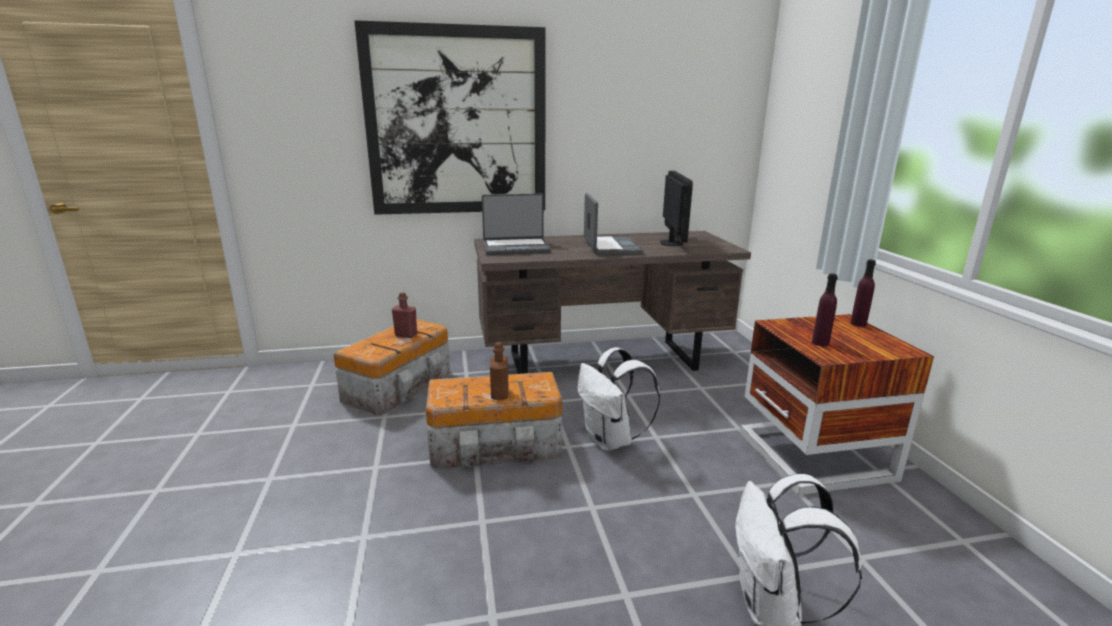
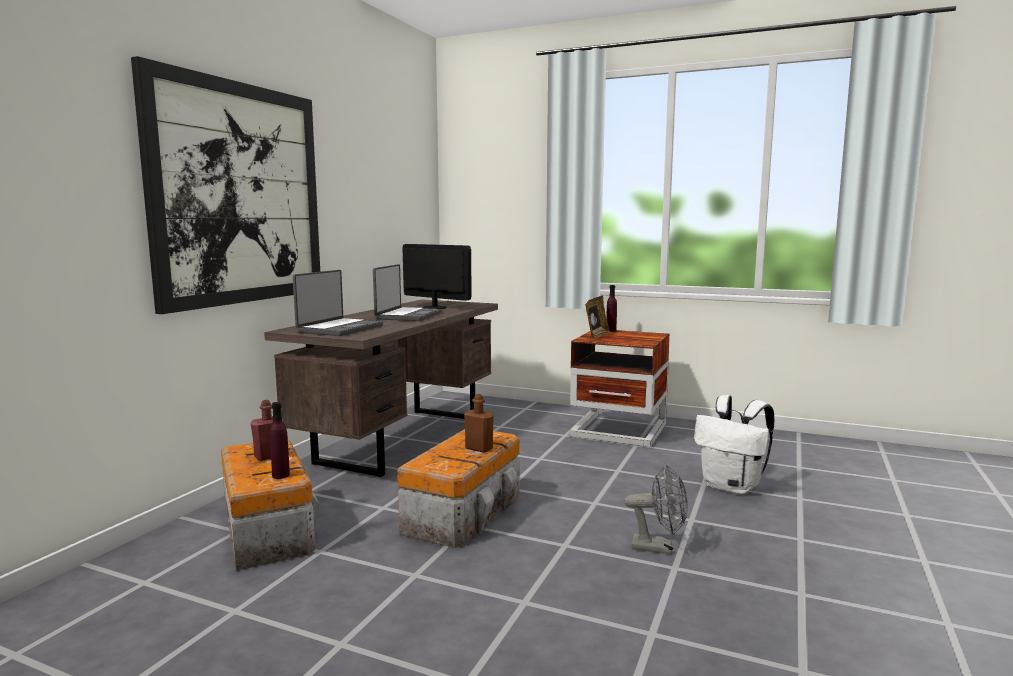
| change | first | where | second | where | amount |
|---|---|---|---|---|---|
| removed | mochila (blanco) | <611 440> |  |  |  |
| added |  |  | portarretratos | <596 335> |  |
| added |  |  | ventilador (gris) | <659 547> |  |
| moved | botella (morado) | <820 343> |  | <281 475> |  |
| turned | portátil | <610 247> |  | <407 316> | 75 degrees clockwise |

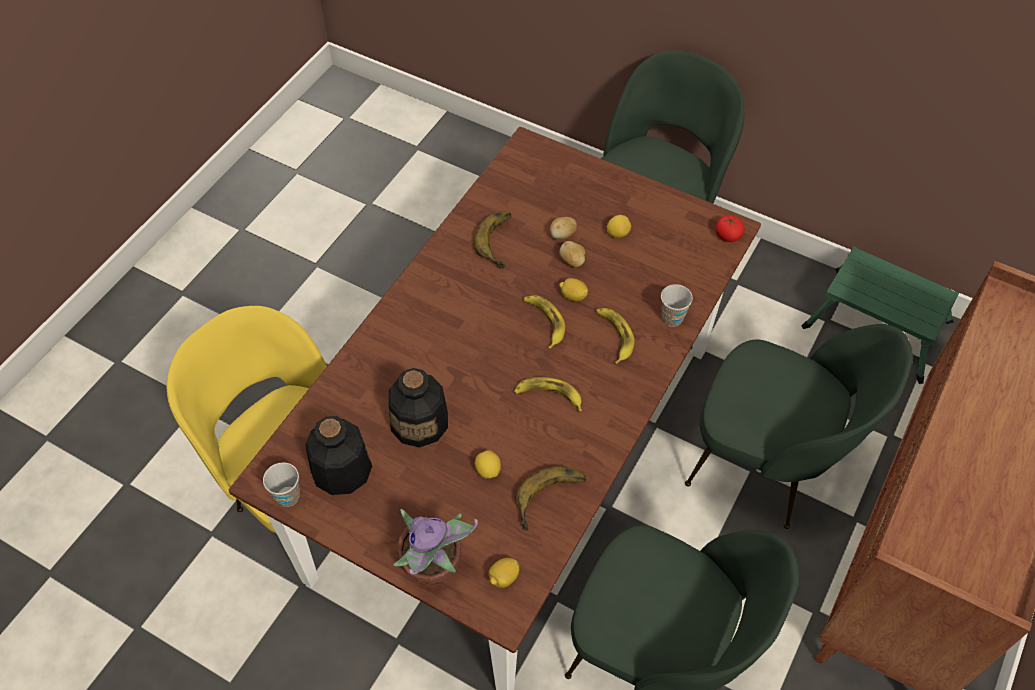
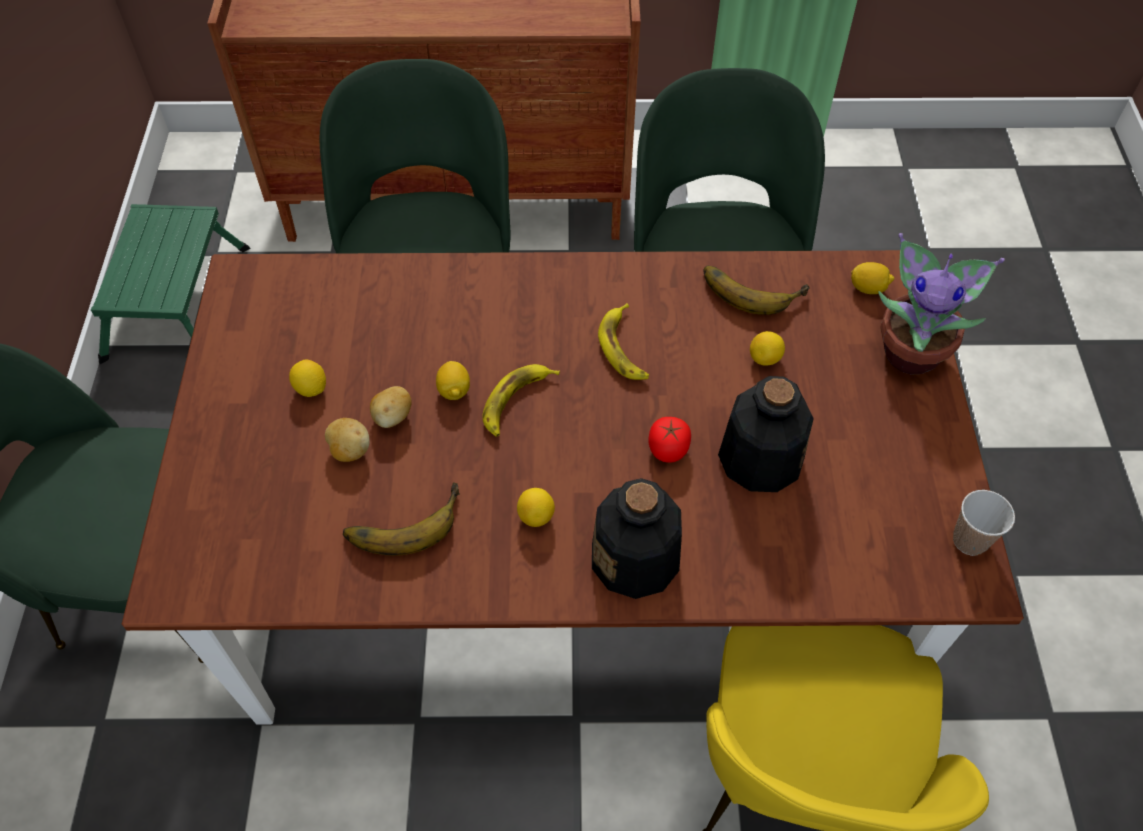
| change | first | where | second | where | amount |
|---|---|---|---|---|---|
| removed | plátano | <614 336> |  |  |  |
| removed | taza | <672 318> |  |  |  |
| added |  |  | limón | <536 516> |  |
| moved | botella | <341 469> |  | <636 559> |  |
| moved | tomate | <727 236> |  | <668 449> |  |

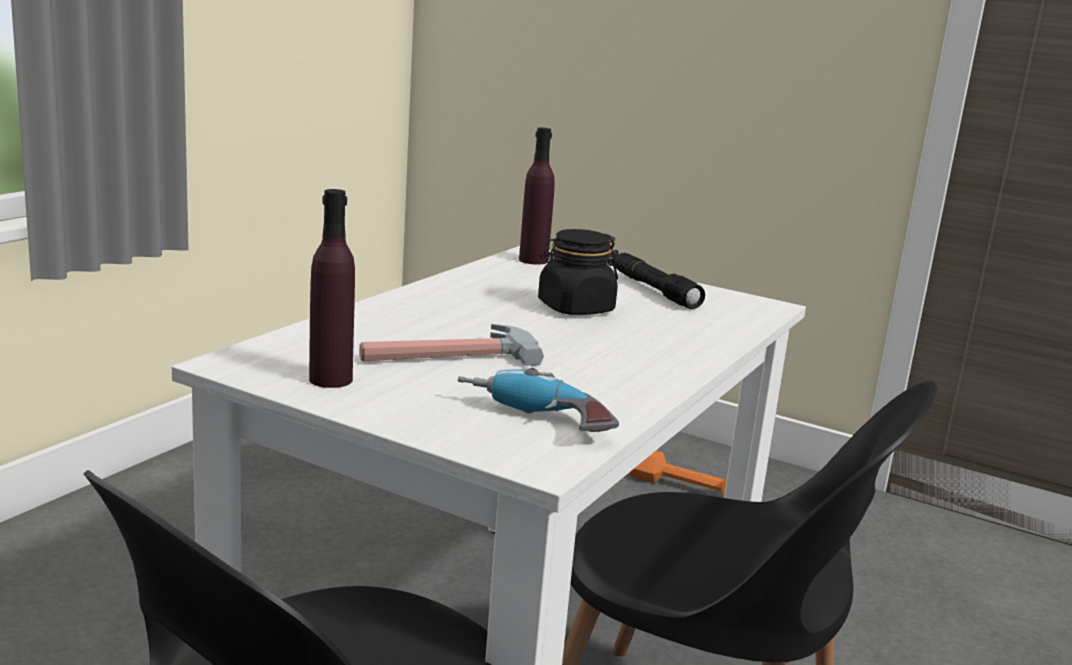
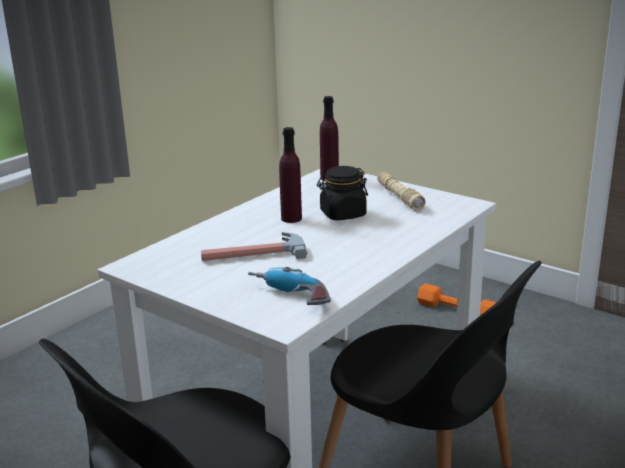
| change | first | where | second | where | amount |
|---|---|---|---|---|---|
| moved | botella (morado) | <330 379> |  | <291 218> |  |
| recoloured | linterna (negro) | <654 290> | linterna (beis) | <399 197> |  |

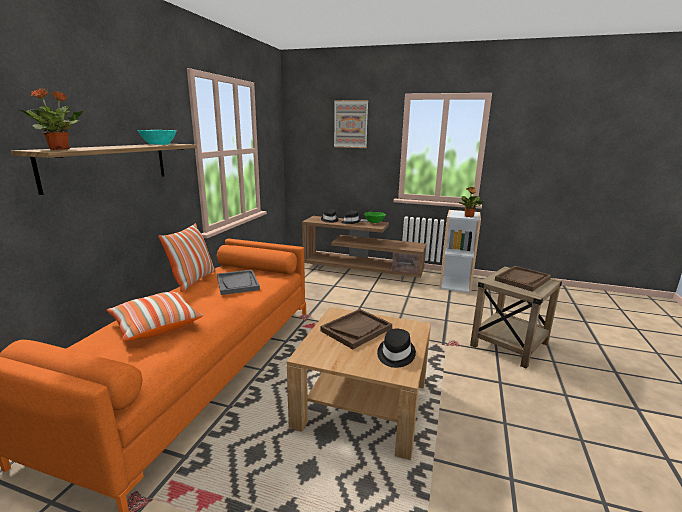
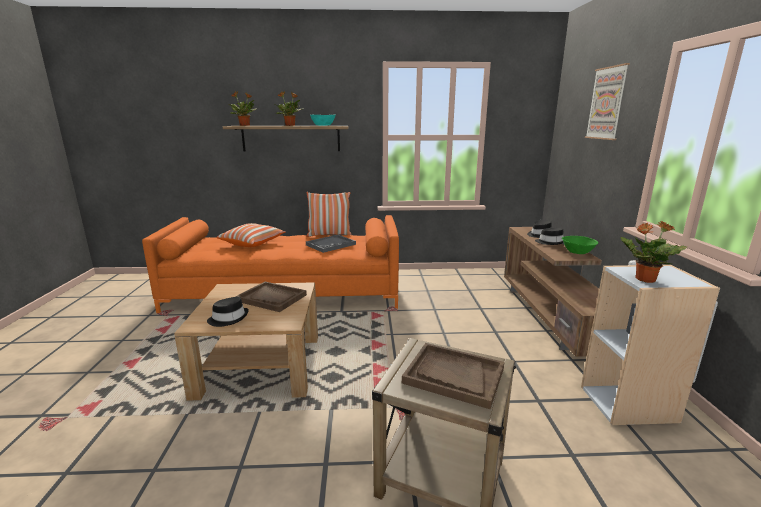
| change | first | where | second | where | amount |
|---|---|---|---|---|---|
| added |  |  | planta en maceta | <290 125> |  |

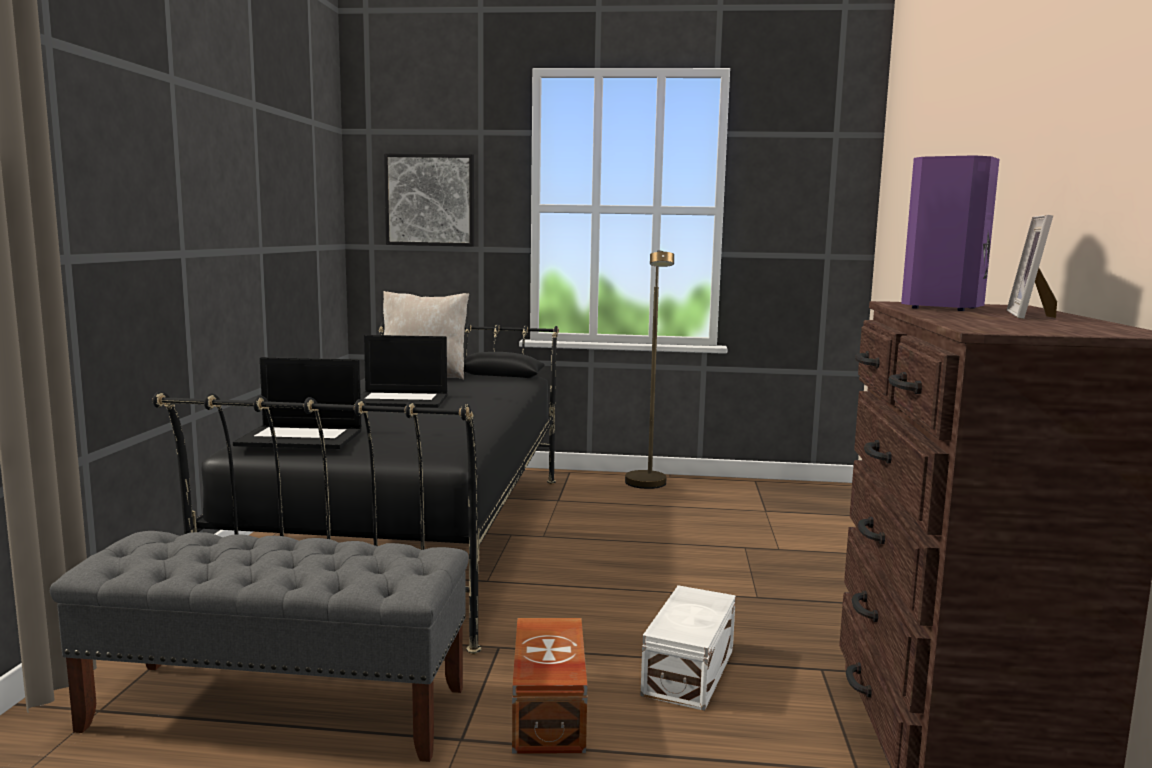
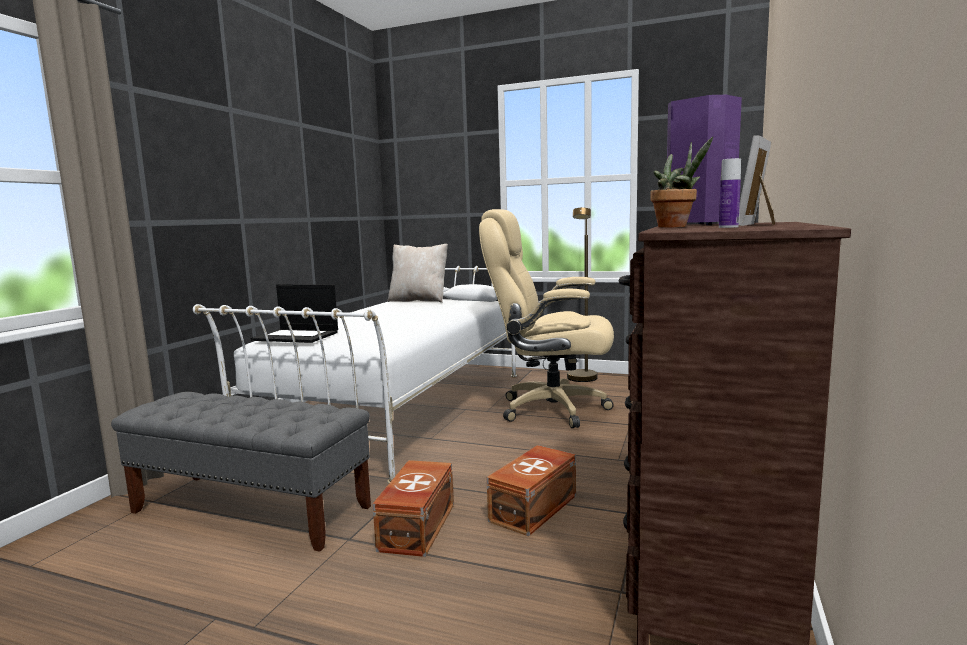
| change | first | where | second | where | amount |
|---|---|---|---|---|---|
| removed | portátil | <402 400> |  |  |  |
| removed | cuadro | <430 200> |  |  |  |
| added |  |  | silla de oficina (beis) | <550 409> |  |
| added |  |  | planta en maceta | <676 227> |  |
| added |  |  | botella | <728 227> |  |
| recoloured | cama (negro) | <414 540> | cama (blanco) | <399 410> |  |
| recoloured | caja de almacenaje (blanco) | <691 671> | caja de almacenaje (marrón) | <535 508> |  |

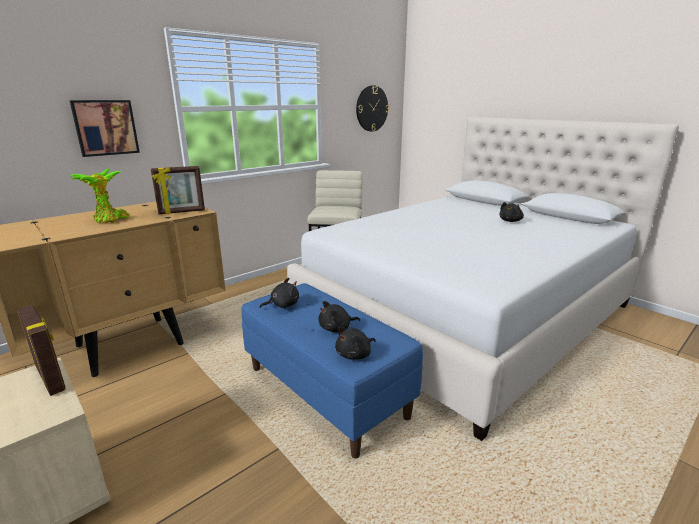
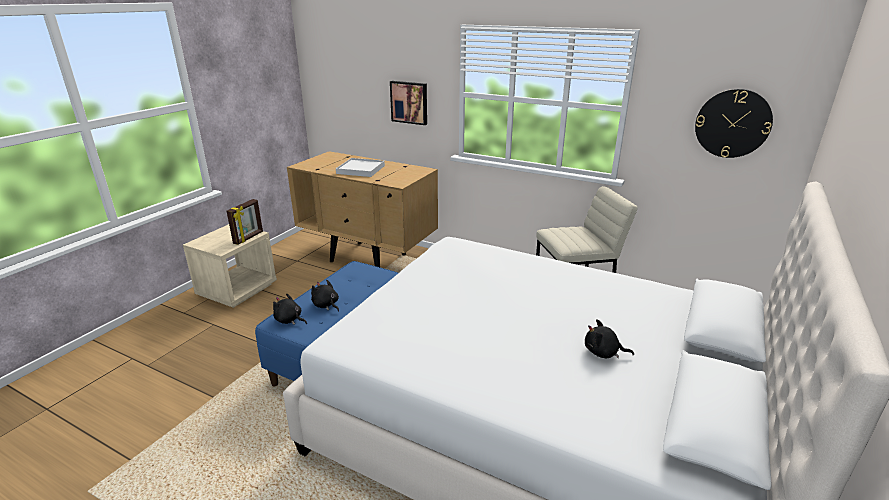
| change | first | where | second | where | amount |
|---|---|---|---|---|---|
| removed | portarretratos | <182 212> |  |  |  |
| removed | peluche (negro) | <283 305> |  |  |  |
| replaced | planta en maceta | <110 220> | bandeja (blanco) | <361 170> |  |

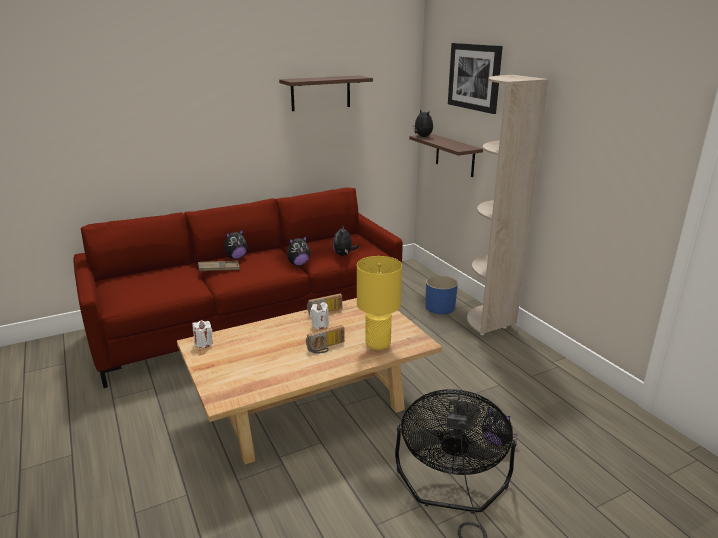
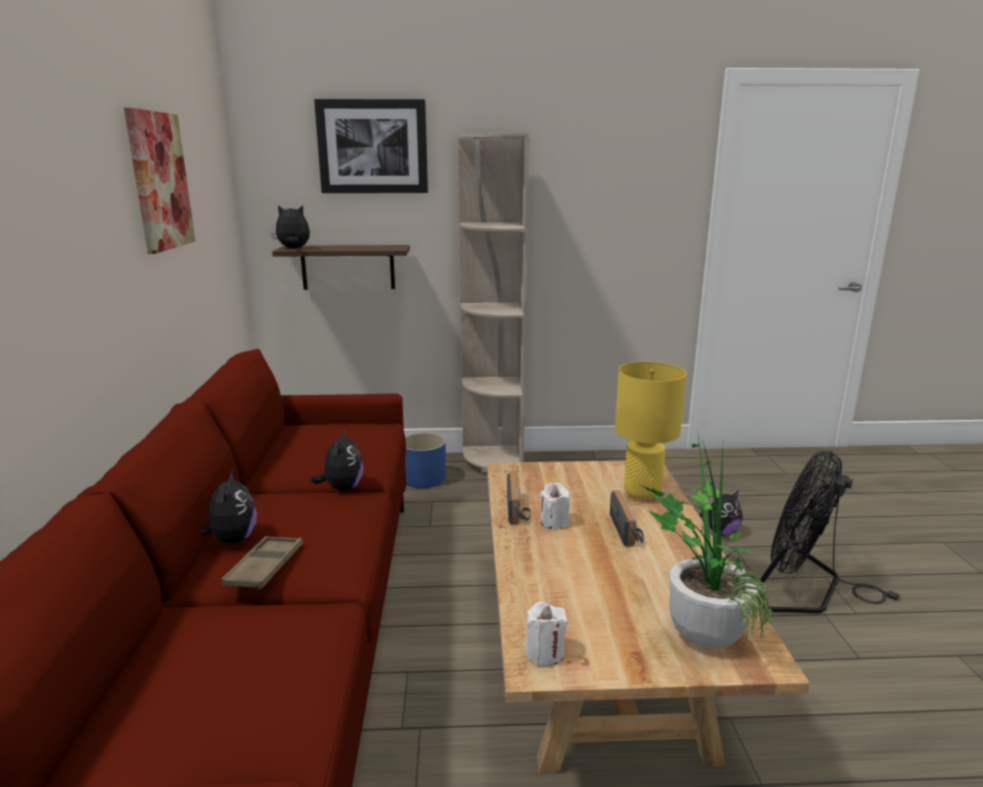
| change | first | where | second | where | amount |
|---|---|---|---|---|---|
| removed | peluche | <344 254> |  |  |  |
| added |  |  | planta en maceta | <698 625> |  |
| replaced | estante | <320 93> | cuadro | <159 181> |  |

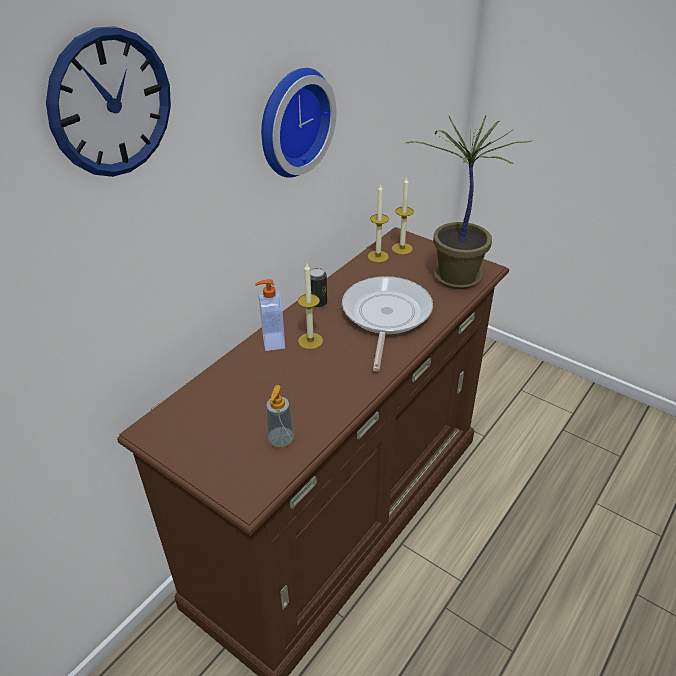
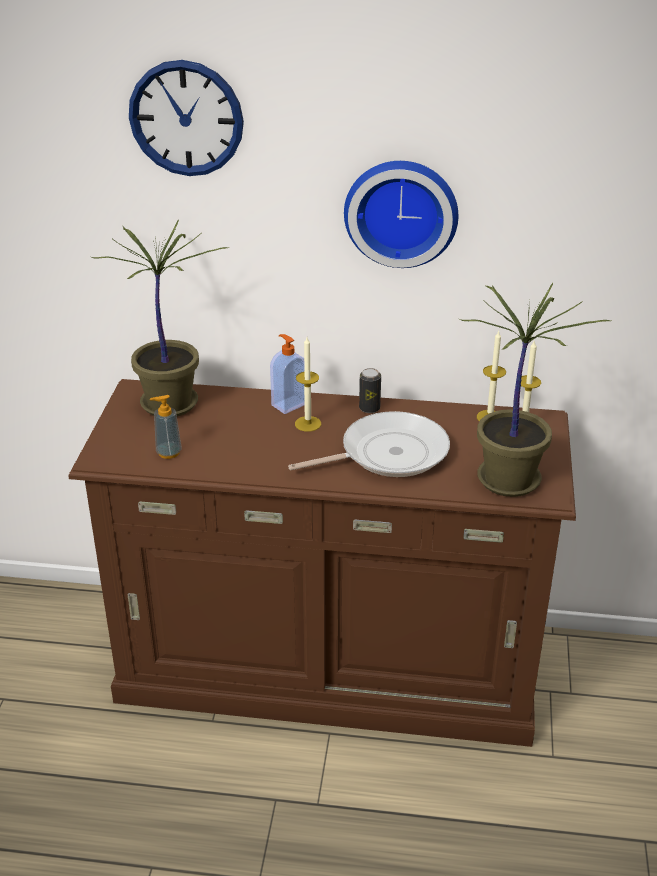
| change | first | where | second | where | amount |
|---|---|---|---|---|---|
| added |  |  | planta en maceta | <169 403> |  |

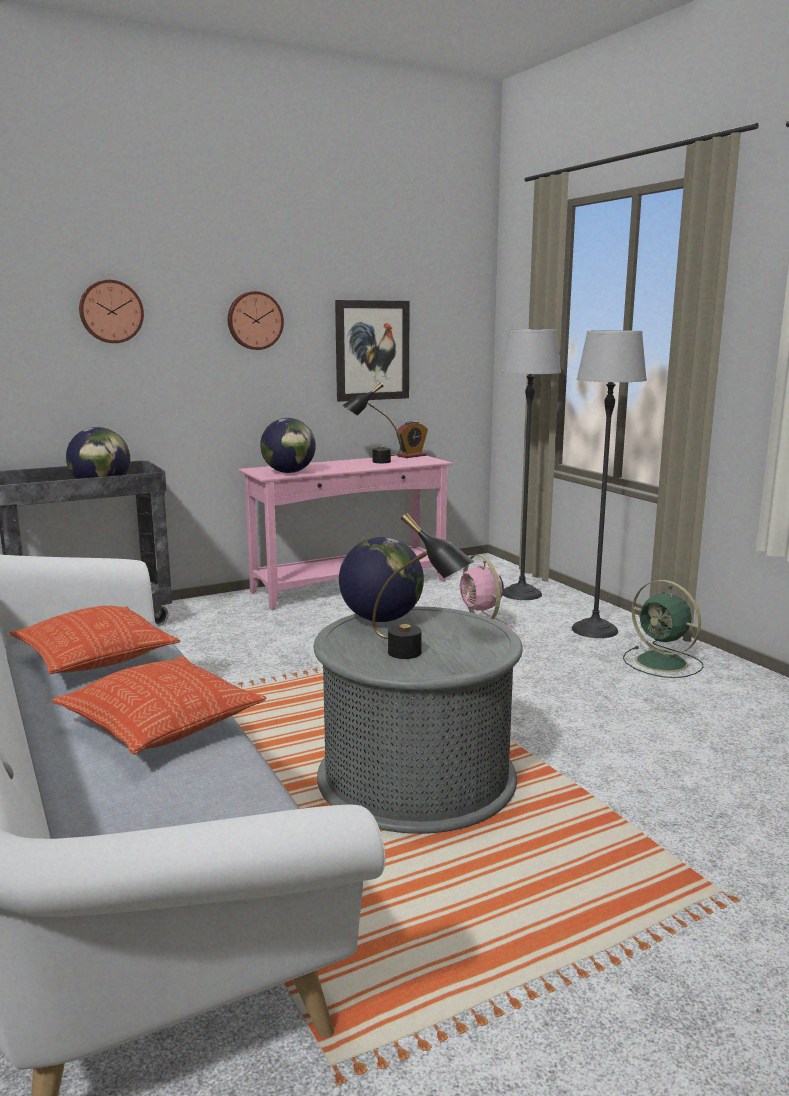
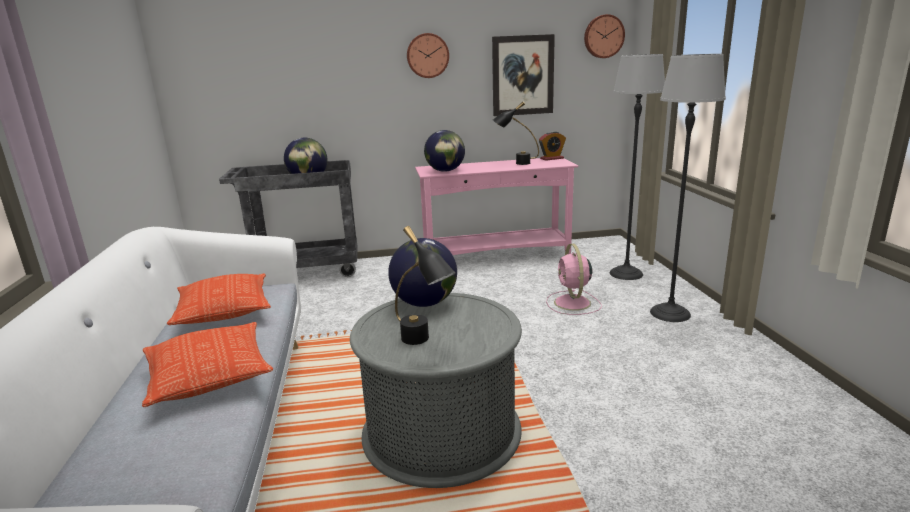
| change | first | where | second | where | amount |
|---|---|---|---|---|---|
| removed | ventilador (verde) | <663 663> |  |  |  |
| moved | reloj de pared | <111 311> |  | <603 36> |  |

